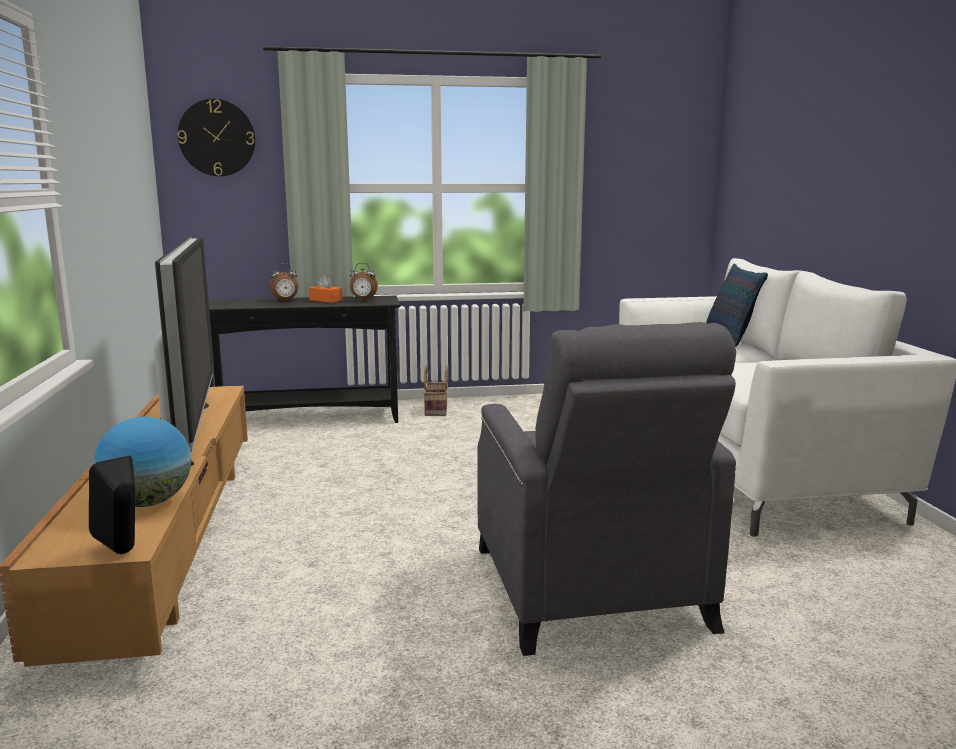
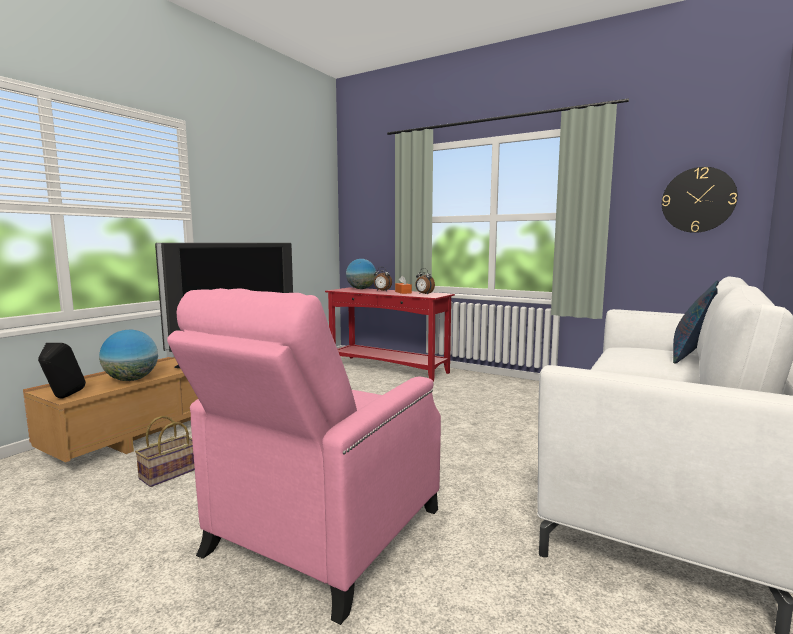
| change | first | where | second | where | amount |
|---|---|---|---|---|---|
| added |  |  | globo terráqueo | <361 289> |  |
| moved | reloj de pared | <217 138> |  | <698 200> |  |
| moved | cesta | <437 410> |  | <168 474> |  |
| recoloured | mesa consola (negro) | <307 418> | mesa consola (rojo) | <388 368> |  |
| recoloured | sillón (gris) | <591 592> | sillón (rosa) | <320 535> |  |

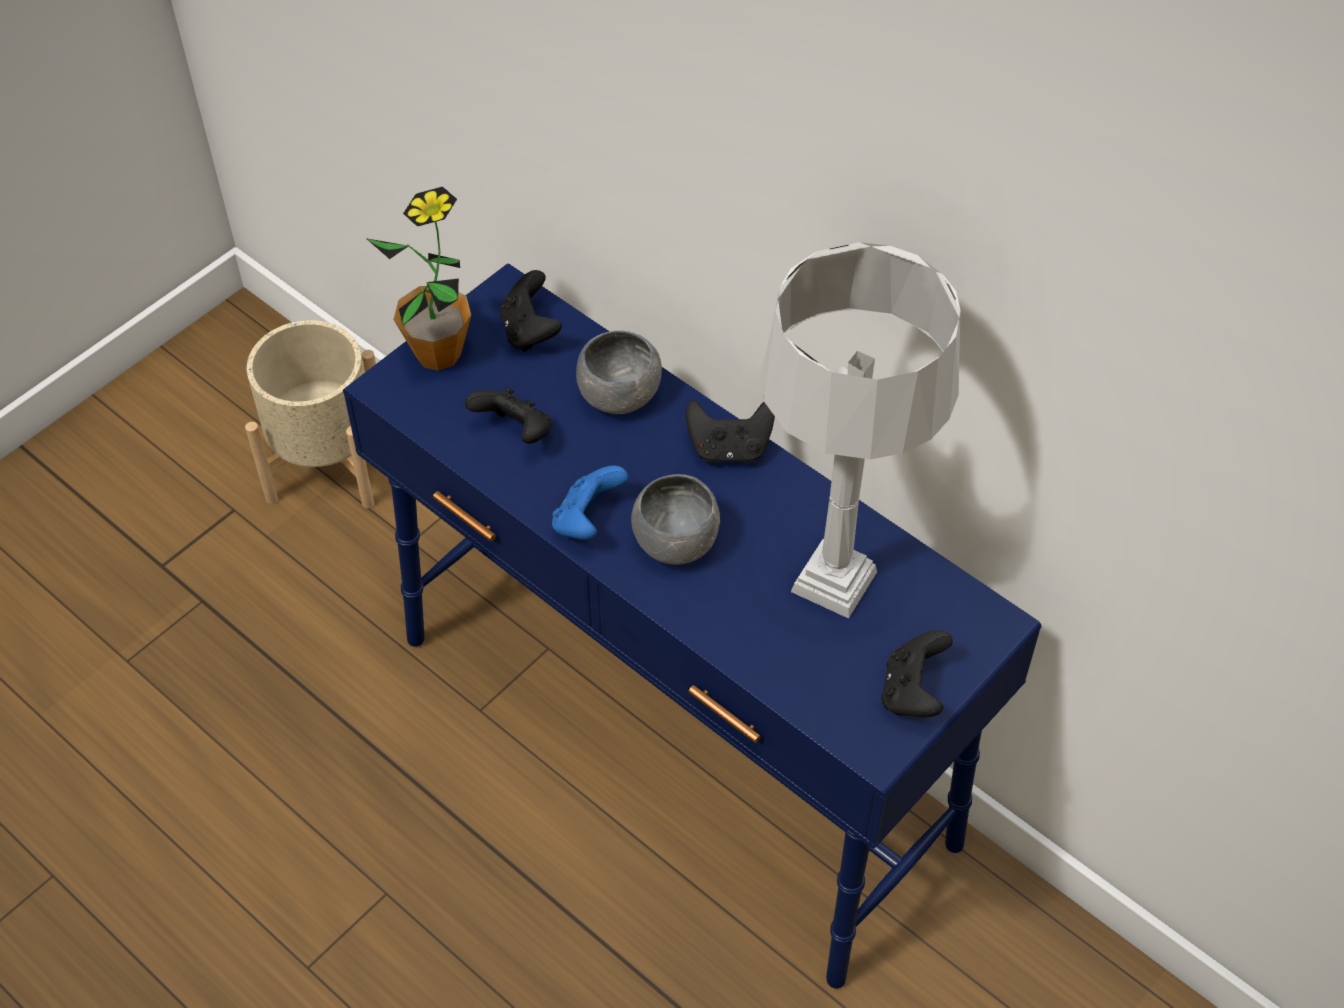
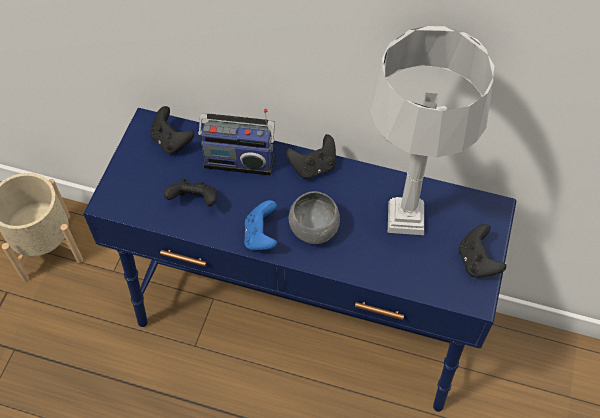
| change | first | where | second | where | amount |
|---|---|---|---|---|---|
| removed | planta en maceta | <438 353> |  |  |  |
| replaced | cuenco (gris) | <619 395> | radio | <239 159> |  |

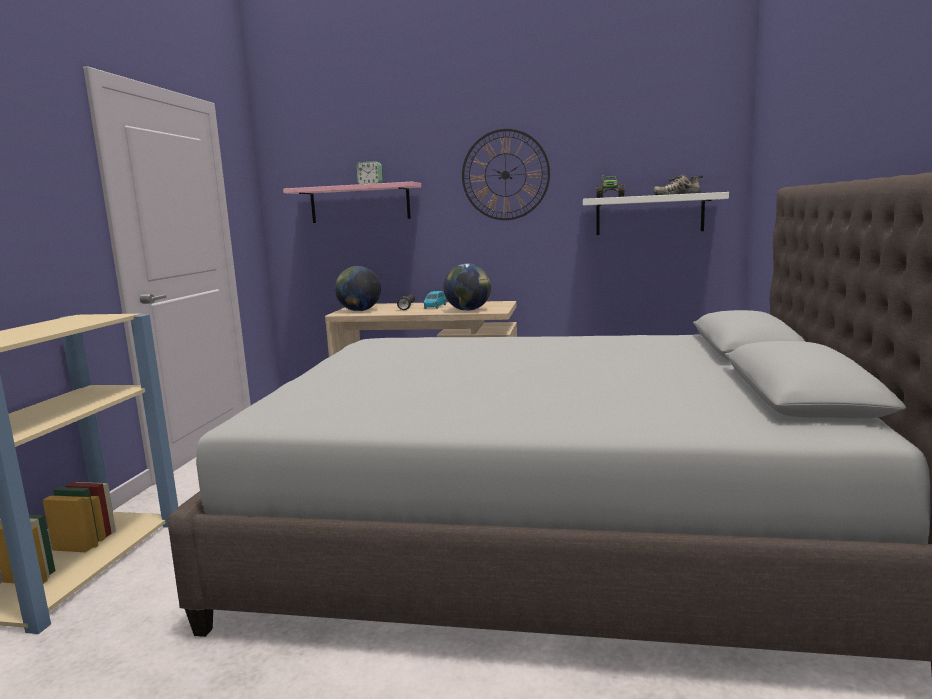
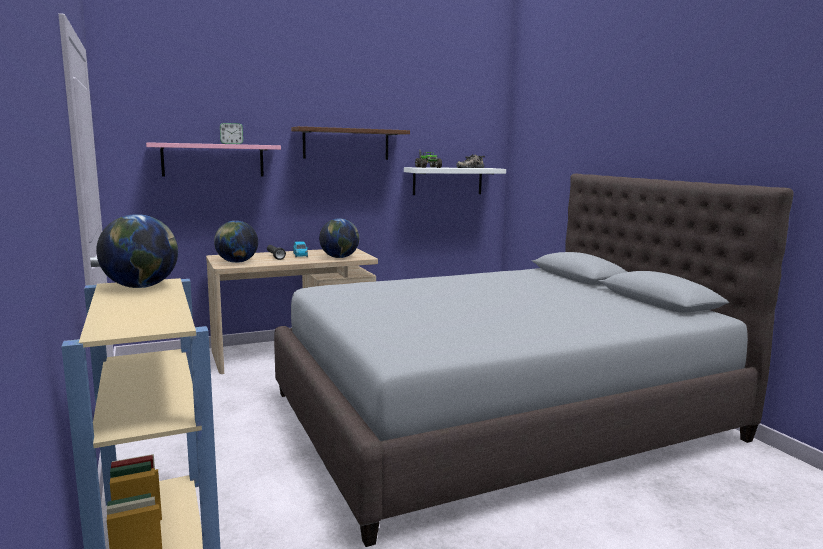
| change | first | where | second | where | amount |
|---|---|---|---|---|---|
| added |  |  | globo terráqueo | <141 286> |  |
| replaced | reloj de pared | <505 175> | estante (marrón) | <346 144> |  |

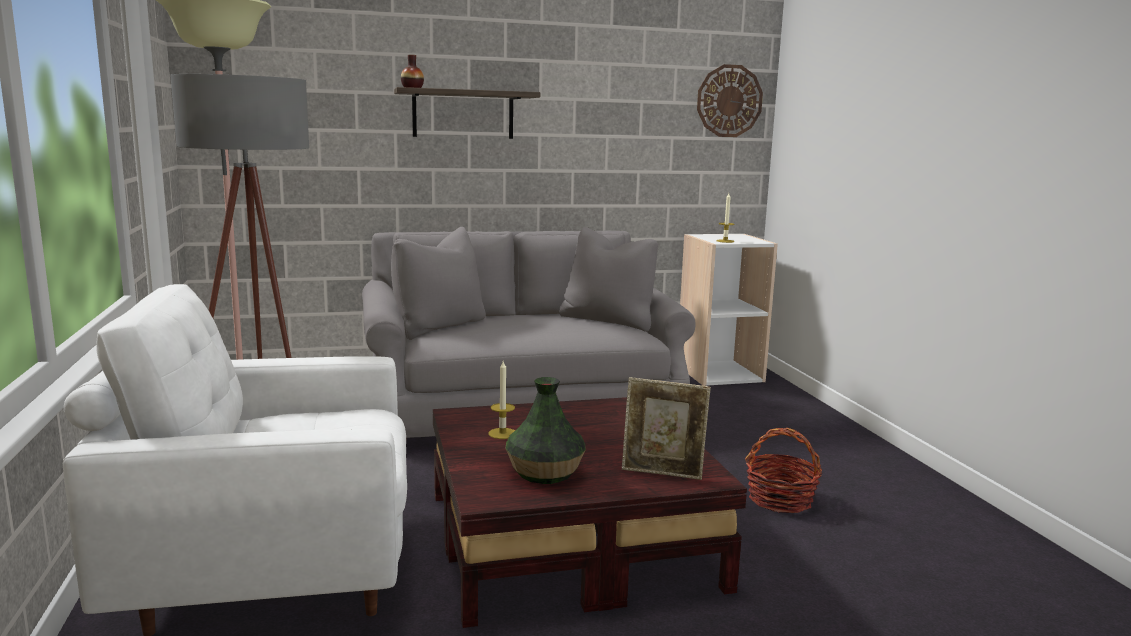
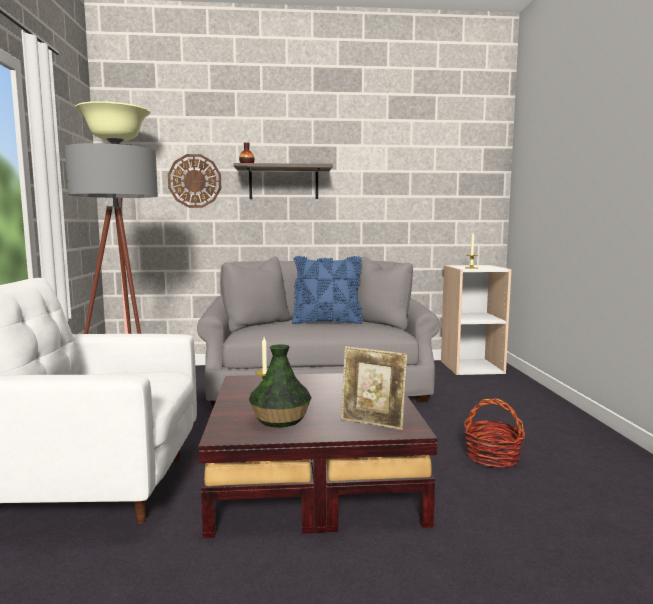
| change | first | where | second | where | amount |
|---|---|---|---|---|---|
| added |  |  | cojín (azul) | <327 322> |  |
| moved | reloj de pared | <729 101> |  | <194 181> |  |

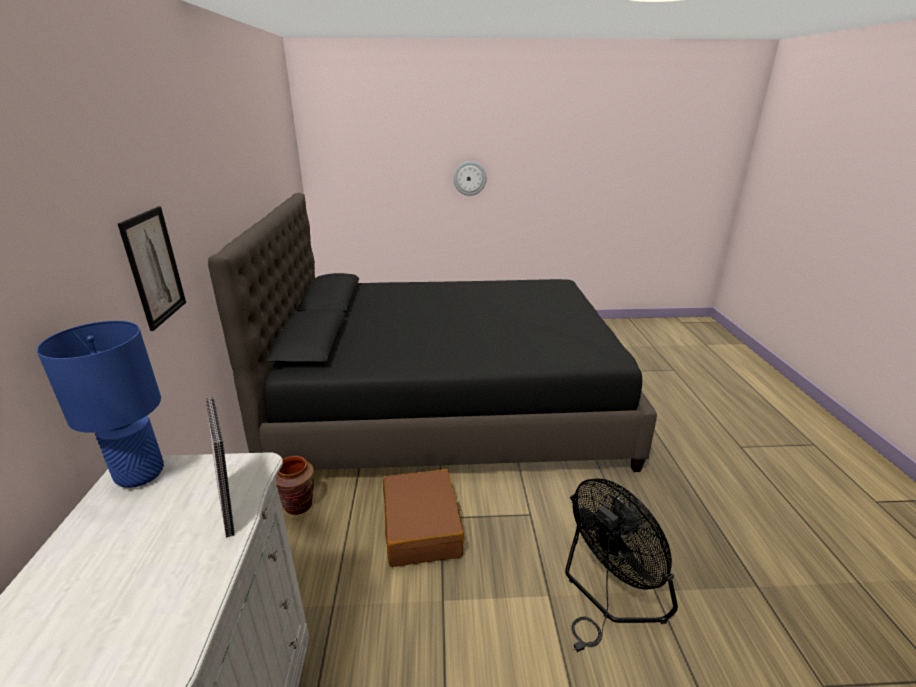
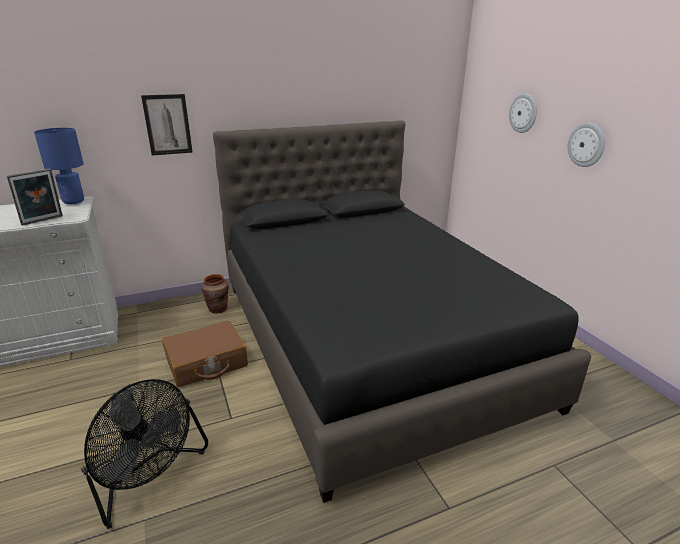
| change | first | where | second | where | amount |
|---|---|---|---|---|---|
| added |  |  | reloj de pared | <523 113> |  |

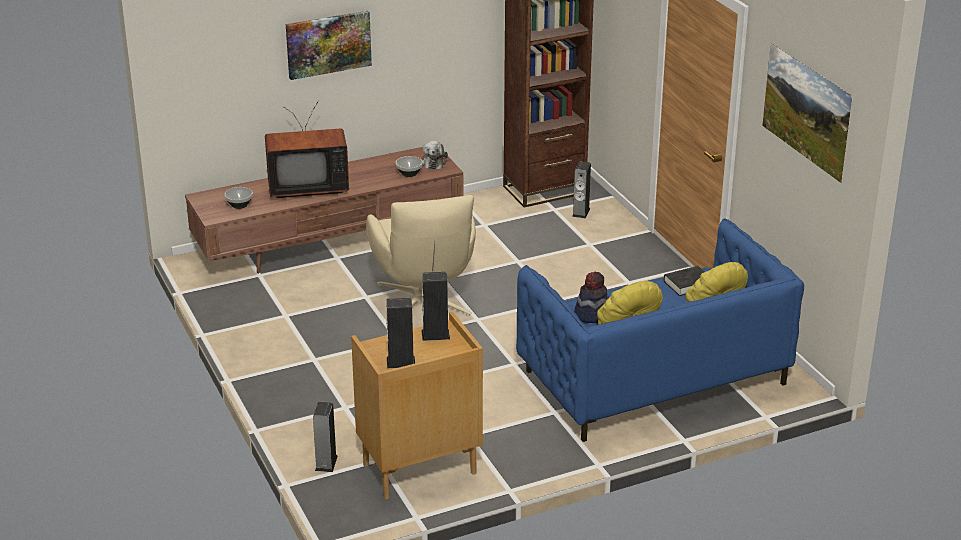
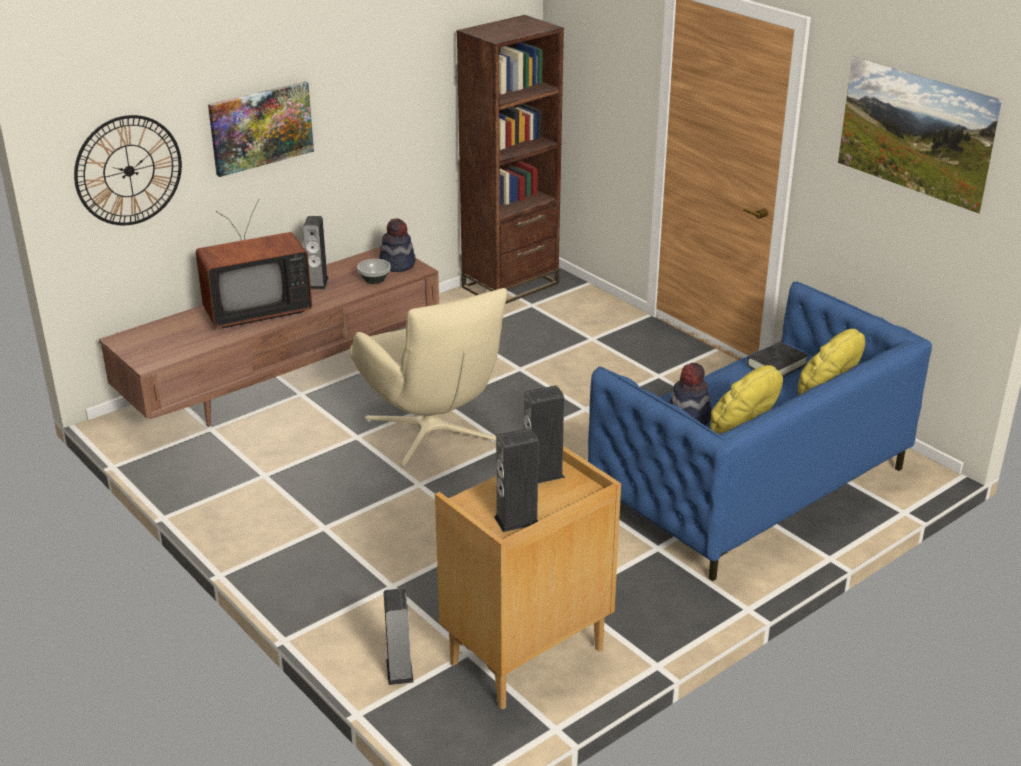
| change | first | where | second | where | amount |
|---|---|---|---|---|---|
| removed | cuenco | <239 205> |  |  |  |
| added |  |  | reloj de pared | <129 170> |  |
| moved | altavoz | <581 212> |  | <317 283> |  |
| replaced | peluche | <433 162> | sombrero | <397 264> |  |

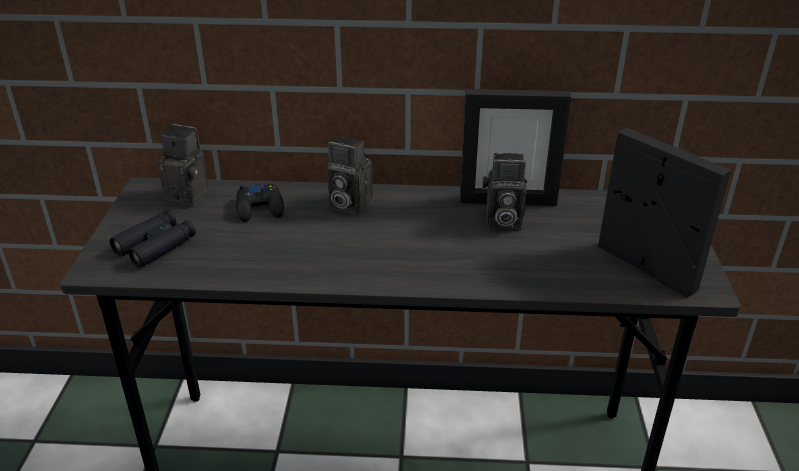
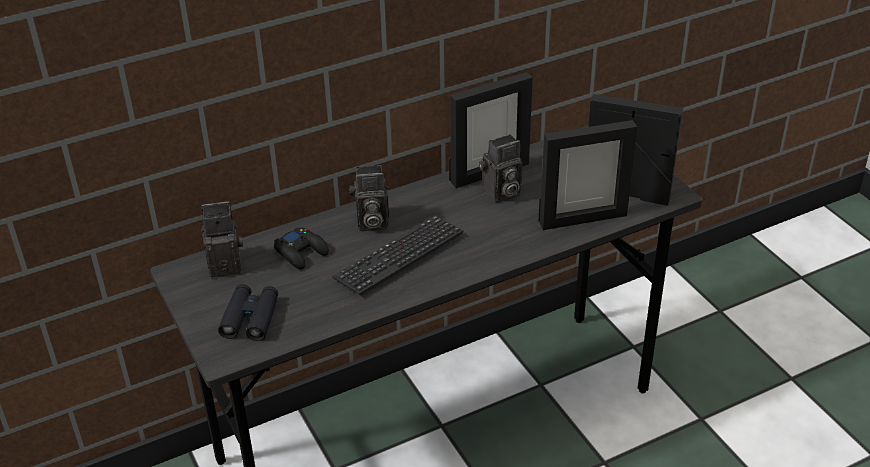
| change | first | where | second | where | amount |
|---|---|---|---|---|---|
| added |  |  | teclado | <399 257> |  |
| added |  |  | portarretratos | <582 218> |  |

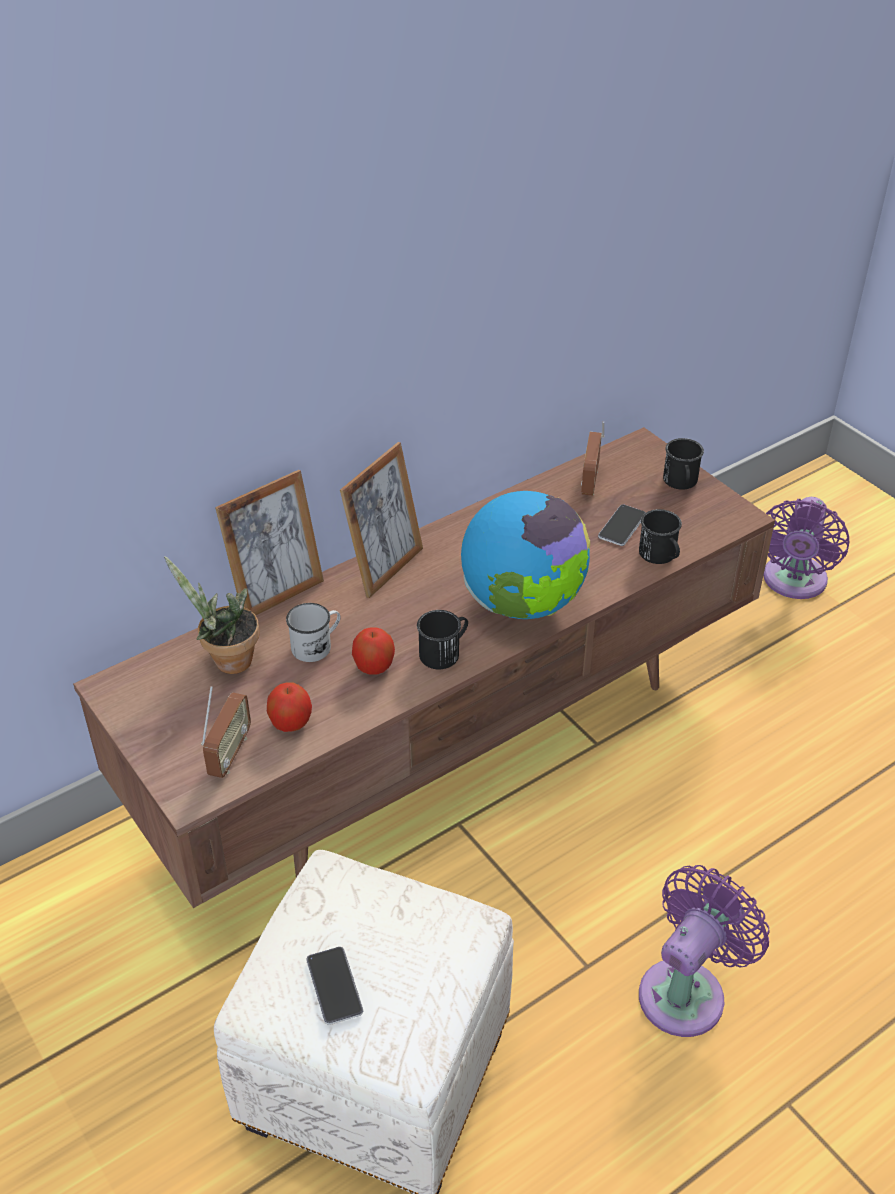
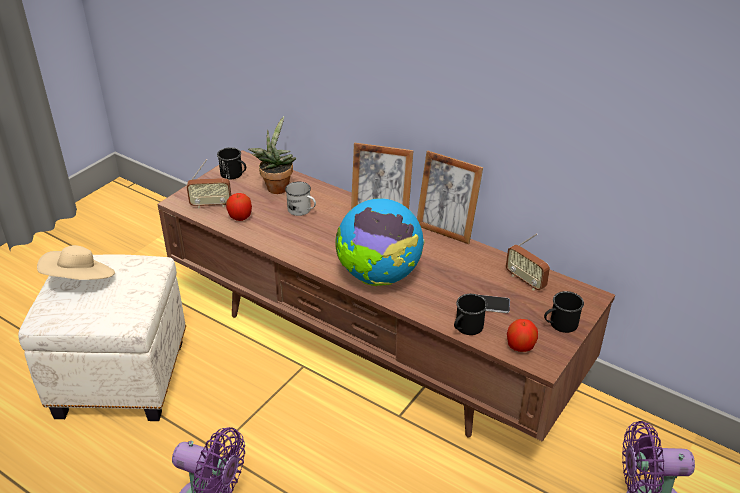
| change | first | where | second | where | amount |
|---|---|---|---|---|---|
| moved | portarretratos | <277 593> |  | <445 230> |  |
| moved | manzana | <374 666> |  | <520 347> |  |
| moved | taza grande (negro) | <444 652> |  | <234 175> |  |
| replaced | móvil | <334 986> | sombrero (beis) | <80 281> |  |
| turned | radio | <590 482> |  | <525 281> | 120 degrees counterclockwise |

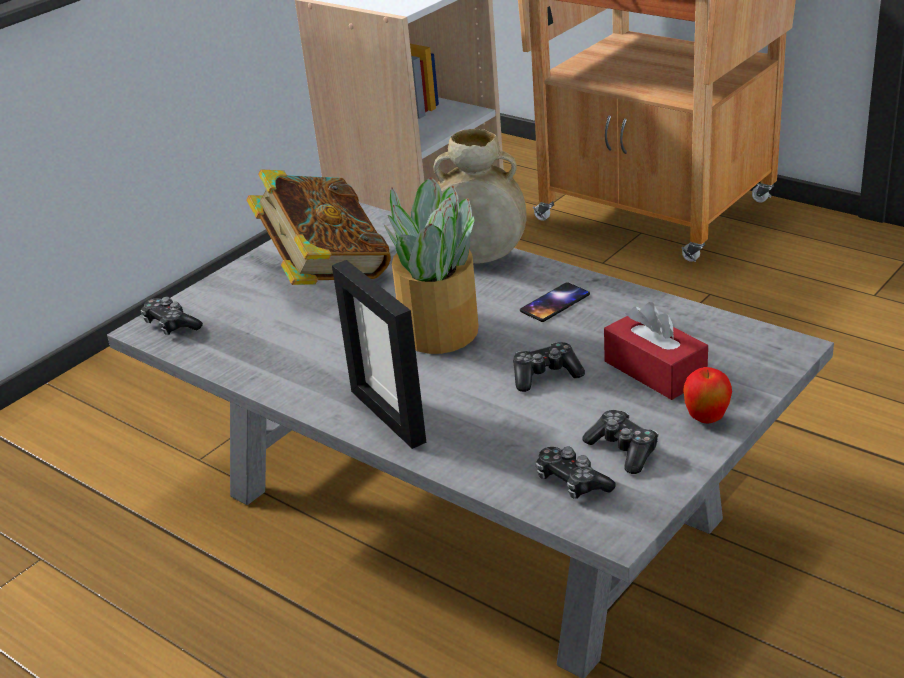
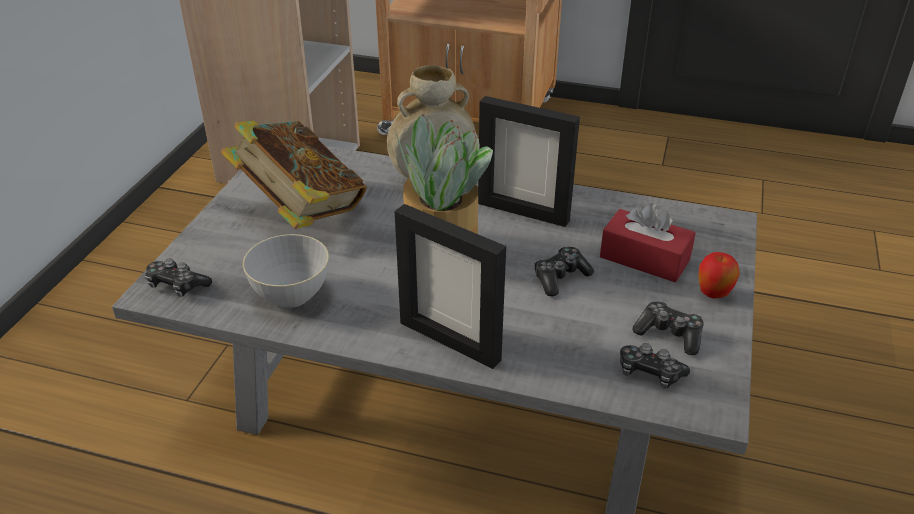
| change | first | where | second | where | amount |
|---|---|---|---|---|---|
| added |  |  | cuenco (gris) | <291 295> |  |
| replaced | móvil | <555 303> | portarretratos | <524 211> |  |

